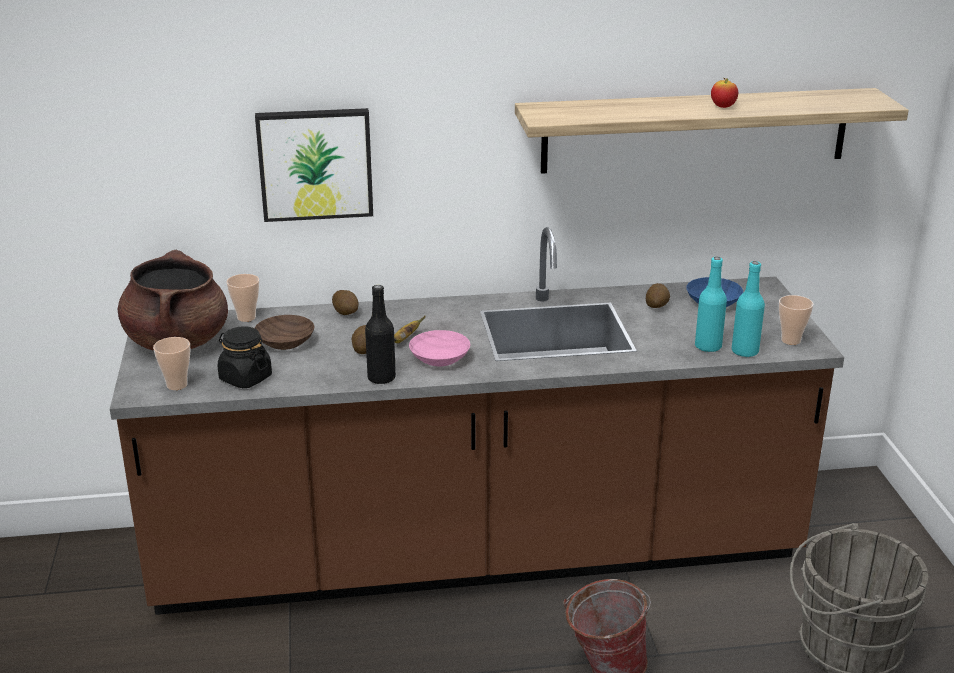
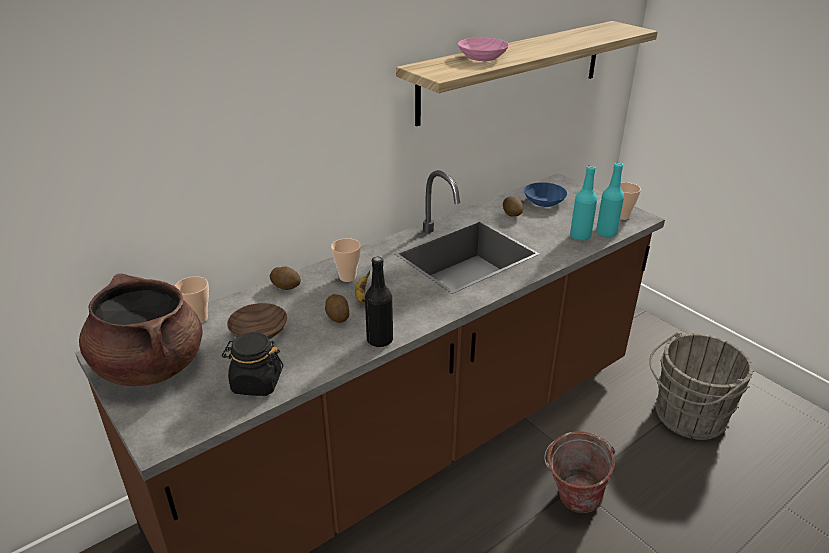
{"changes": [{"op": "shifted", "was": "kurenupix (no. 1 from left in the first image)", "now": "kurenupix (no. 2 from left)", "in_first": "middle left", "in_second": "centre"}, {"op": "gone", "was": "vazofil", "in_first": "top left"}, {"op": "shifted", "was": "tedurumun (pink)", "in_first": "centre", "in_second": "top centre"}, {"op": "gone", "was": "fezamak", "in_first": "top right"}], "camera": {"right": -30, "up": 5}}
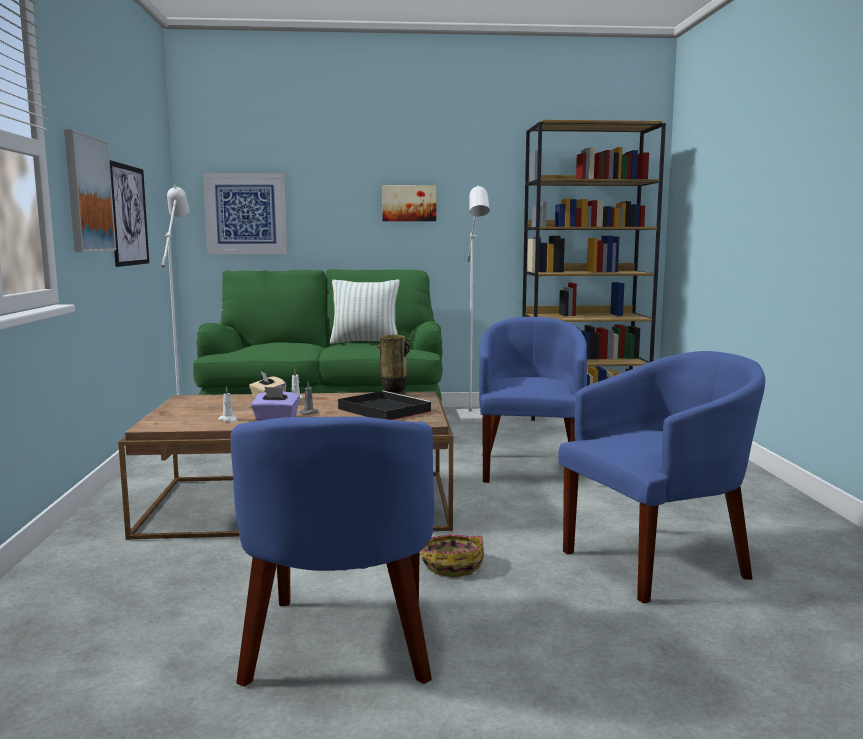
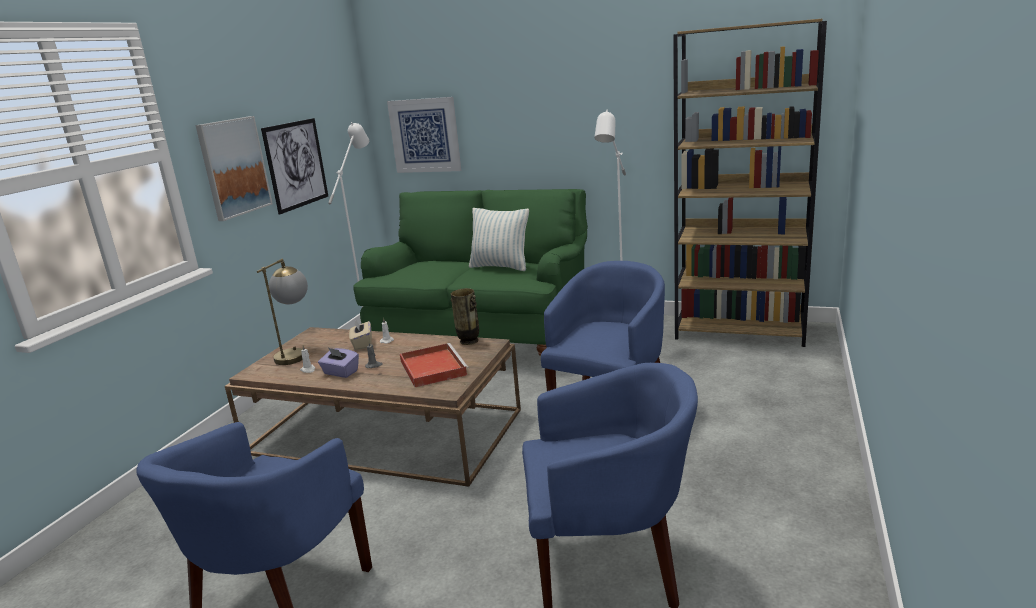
{"changes": [{"op": "repainted", "was": "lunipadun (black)", "now": "lunipadun (red)", "in_first": "centre", "in_second": "centre"}, {"op": "gone", "was": "vazofil (no. 4 from left)", "in_first": "top centre"}, {"op": "gone", "was": "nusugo", "in_first": "bottom centre"}, {"op": "new", "now": "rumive", "in_second": "middle left"}], "camera": {"right": 25, "up": 10}}
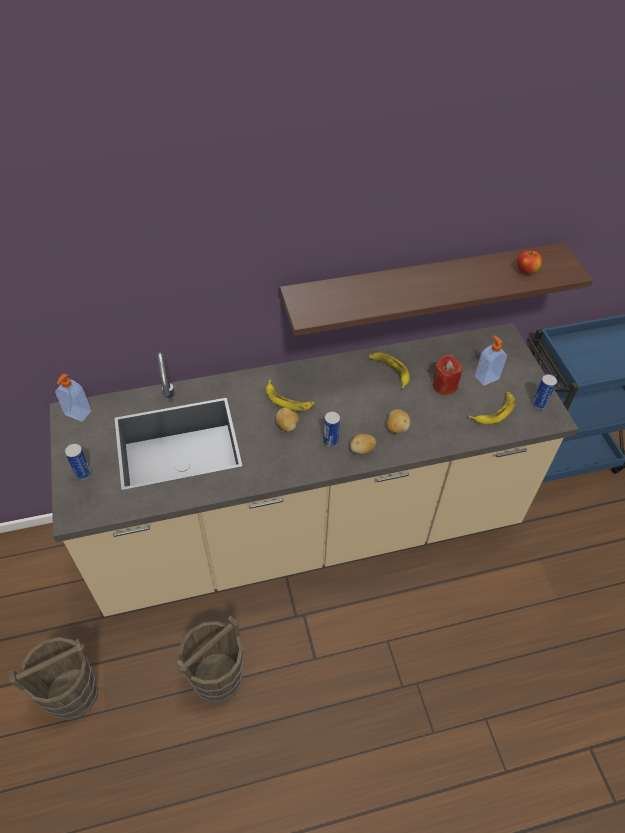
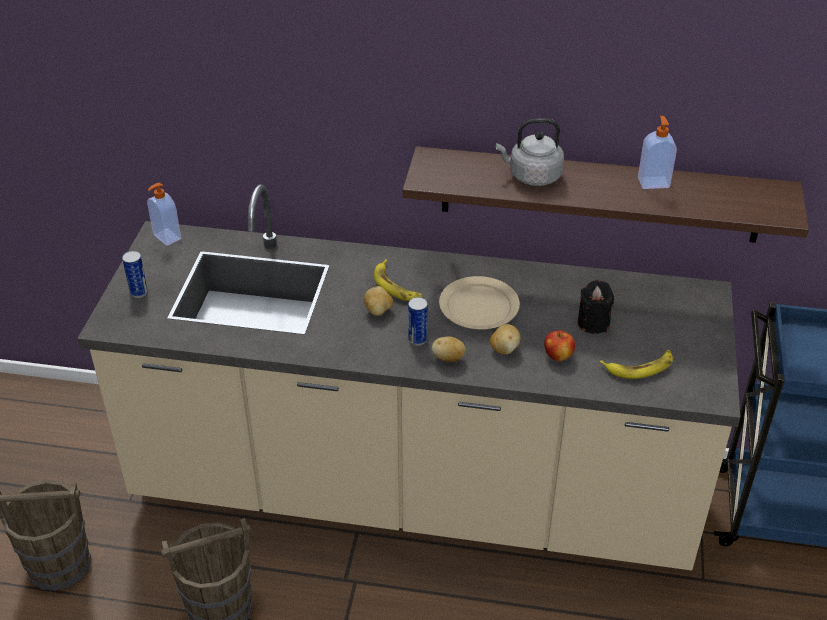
{"changes": [{"op": "gone", "was": "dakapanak (no. 2 from left)", "in_first": "centre"}, {"op": "repainted", "was": "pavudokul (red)", "now": "pavudokul (black)", "in_first": "middle right", "in_second": "middle right"}, {"op": "shifted", "was": "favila (no. 2 from left)", "in_first": "middle right", "in_second": "top right"}, {"op": "shifted", "was": "fezamak", "in_first": "top right", "in_second": "middle right"}, {"op": "gone", "was": "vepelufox (no. 3 from left)", "in_first": "middle right"}, {"op": "new", "now": "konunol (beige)", "in_second": "centre"}, {"op": "new", "now": "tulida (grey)", "in_second": "top centre"}], "camera": {"right": 25, "up": -10}}
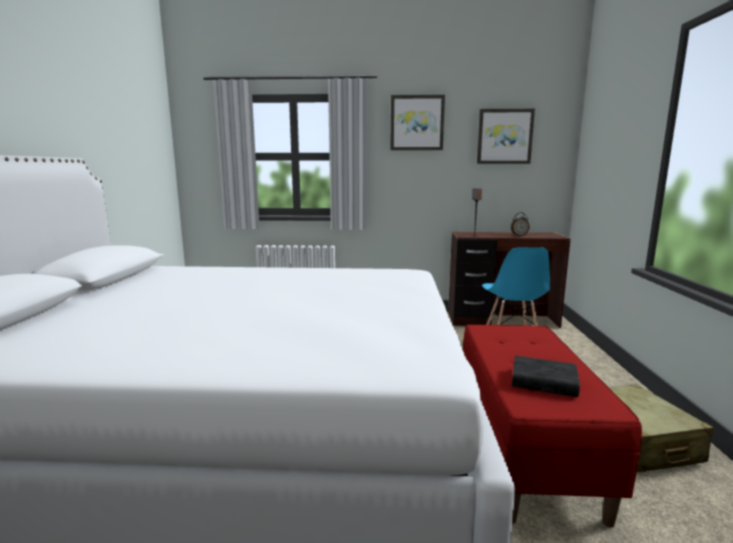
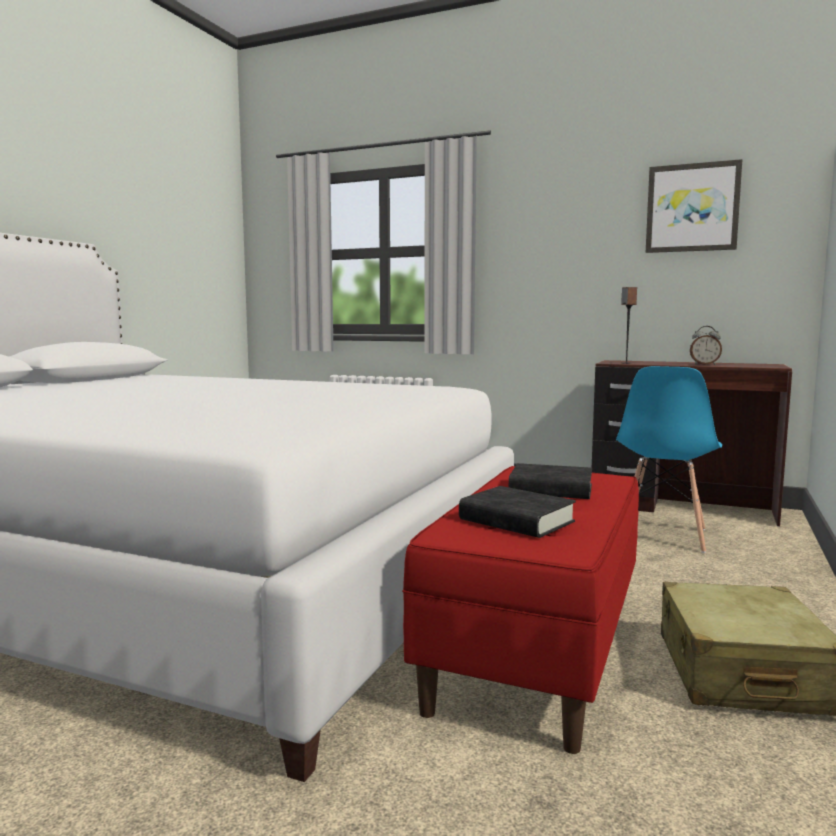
{"changes": [{"op": "gone", "was": "vazofil (no. 1 from left)", "in_first": "top centre"}, {"op": "new", "now": "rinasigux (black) (no. 2 from left)", "in_second": "centre"}], "camera": {"right": 20, "up": -5}}
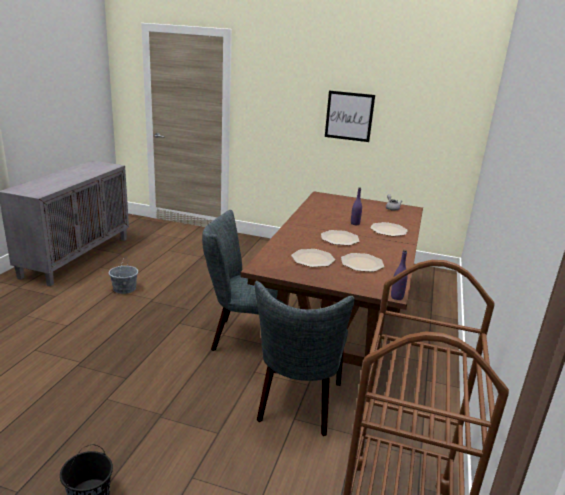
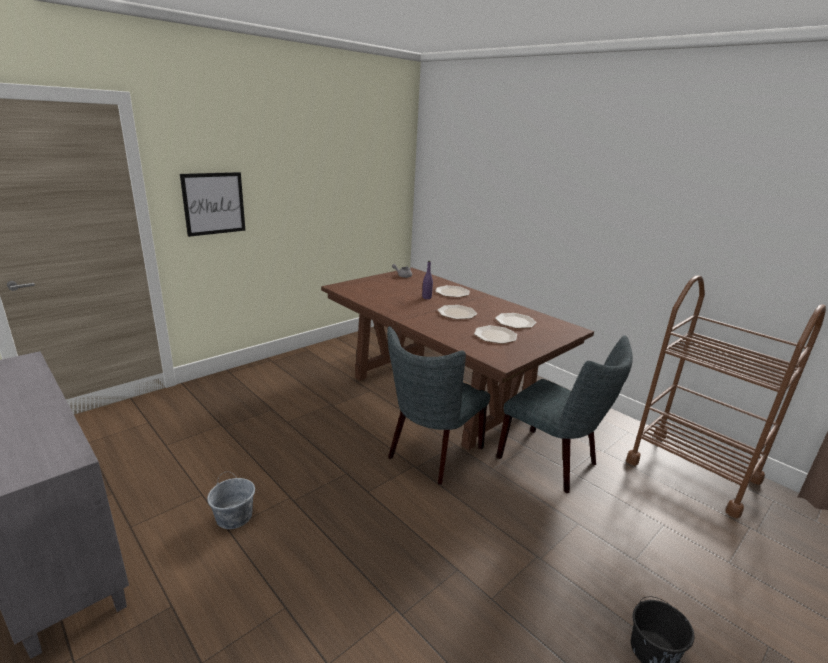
{"changes": [{"op": "shifted", "was": "vazofil", "in_first": "top centre", "in_second": "top left"}, {"op": "gone", "was": "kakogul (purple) (no. 2 from left)", "in_first": "middle right"}], "camera": {"right": -60, "up": 0}}
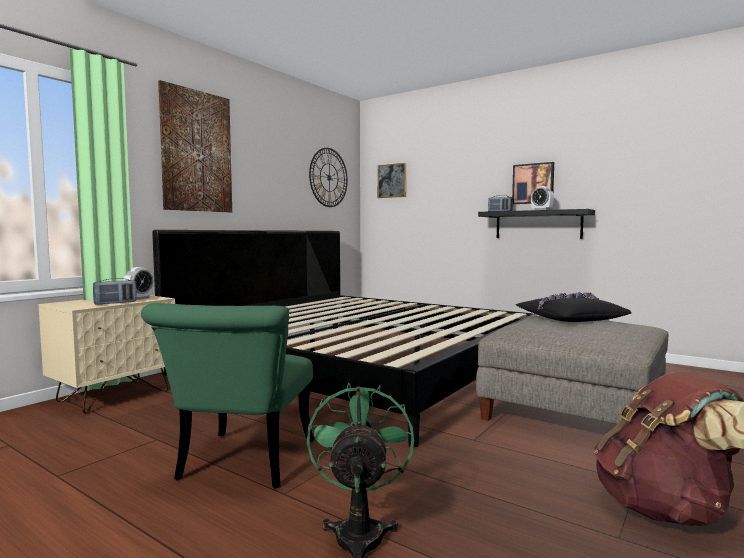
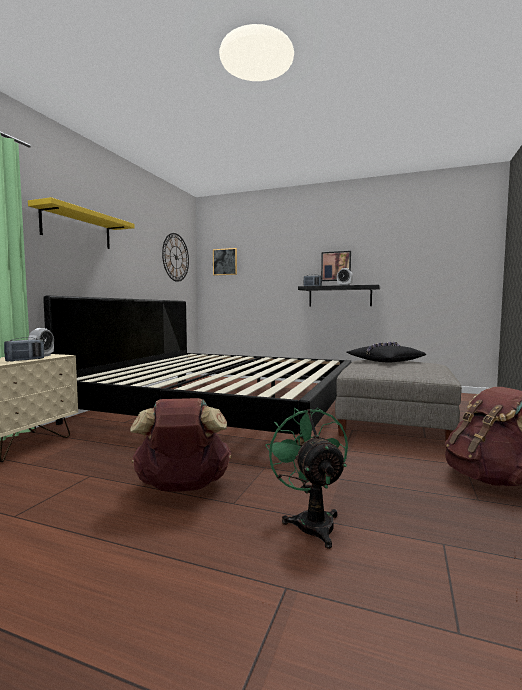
{"changes": [{"op": "swapped", "was": "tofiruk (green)", "now": "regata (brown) (no. 1 from left)", "in_first": "bottom left", "in_second": "centre"}, {"op": "swapped", "was": "vazofil (no. 1 from left)", "now": "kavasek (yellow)", "in_first": "top left", "in_second": "top left"}], "camera": {"right": -15, "up": 0}}
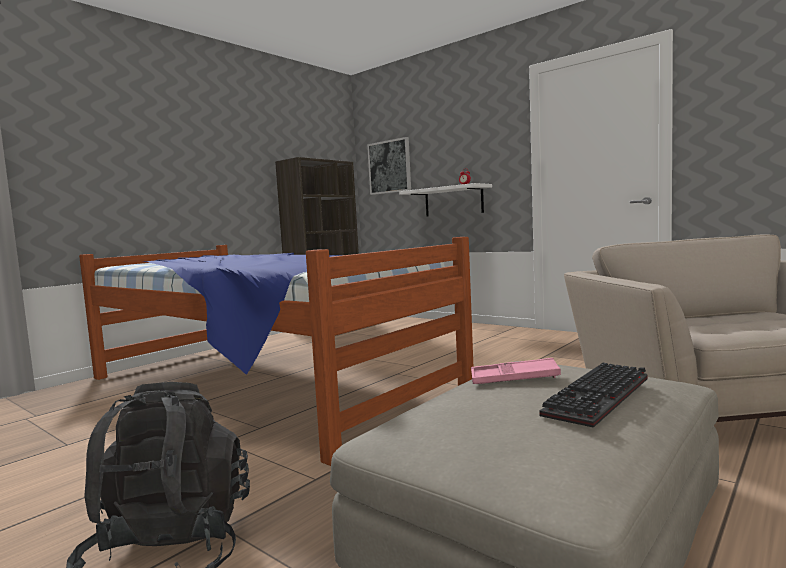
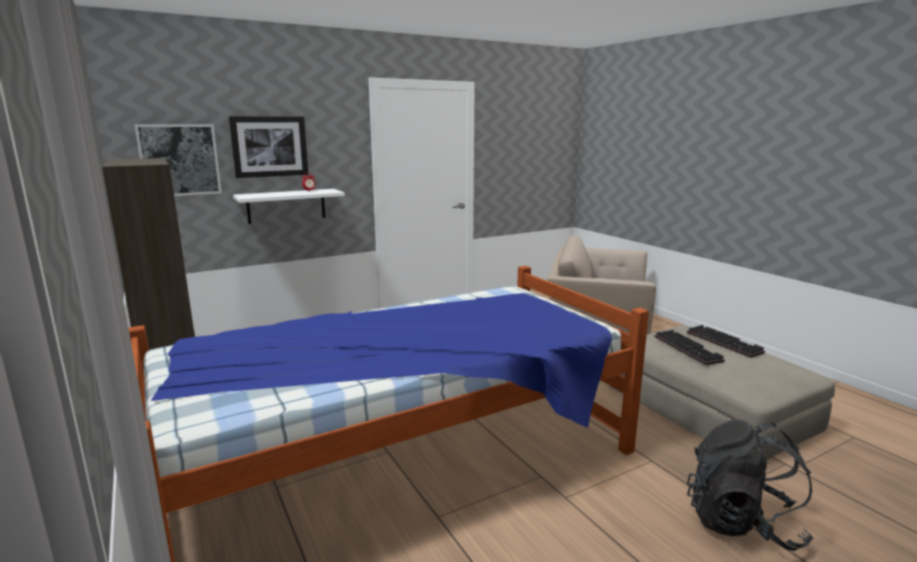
{"changes": [{"op": "swapped", "was": "lunipadun (pink)", "now": "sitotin (no. 1 from left)", "in_first": "centre", "in_second": "middle right"}, {"op": "new", "now": "vazofil (no. 2 from left)", "in_second": "top left"}], "camera": {"right": -70, "up": 10}}
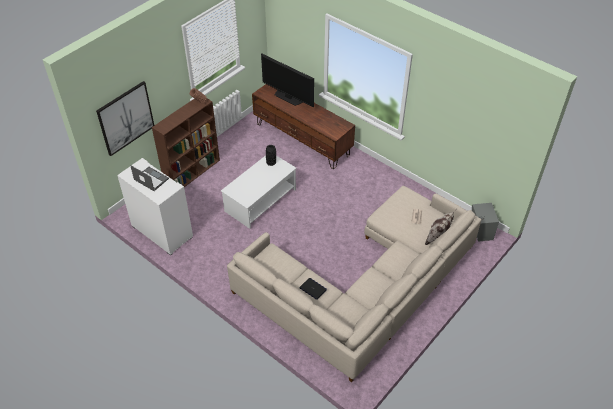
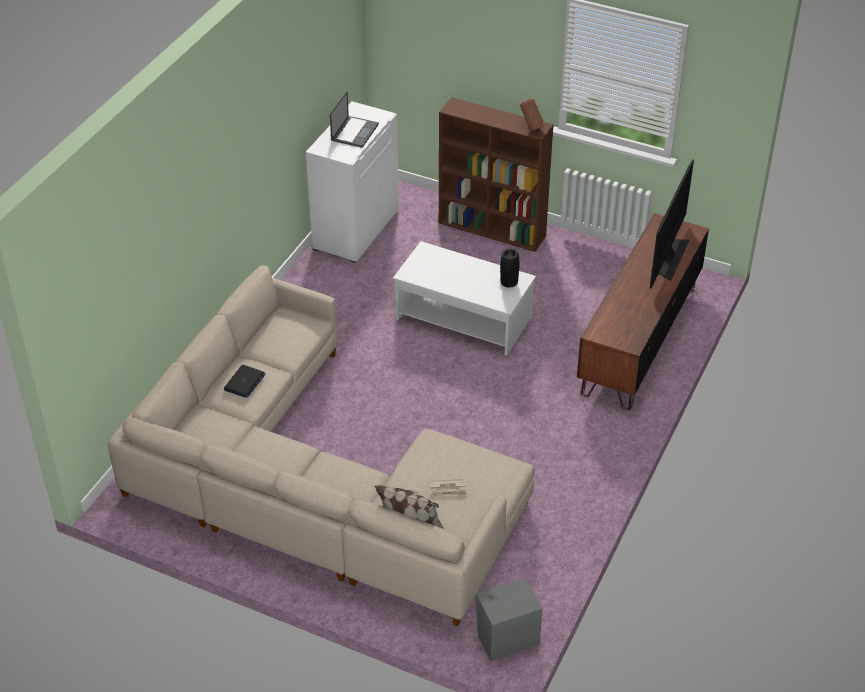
{"changes": [{"op": "gone", "was": "vazofil", "in_first": "top left"}], "camera": {"right": 75, "up": -5}}
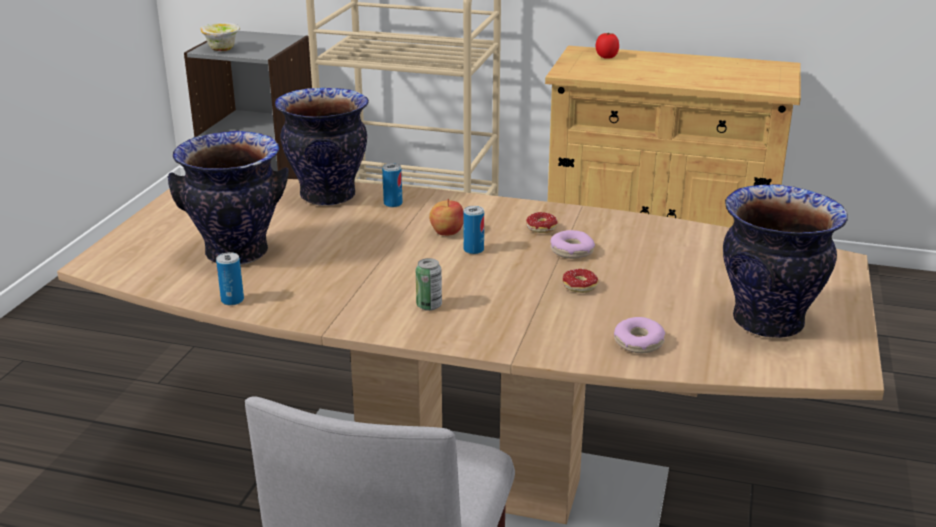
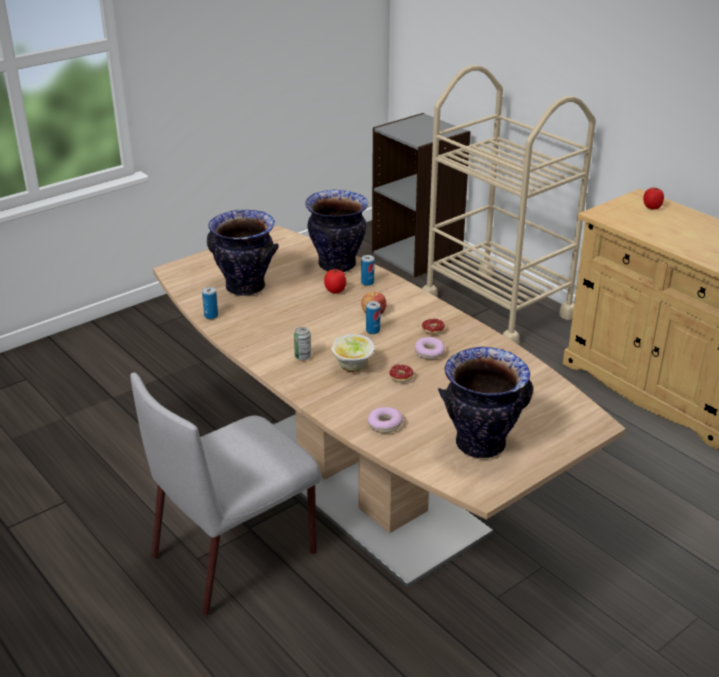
{"changes": [{"op": "shifted", "was": "tedurumun", "in_first": "top left", "in_second": "centre"}, {"op": "new", "now": "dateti (no. 1 from left)", "in_second": "centre"}], "camera": {"right": 35, "up": 5}}
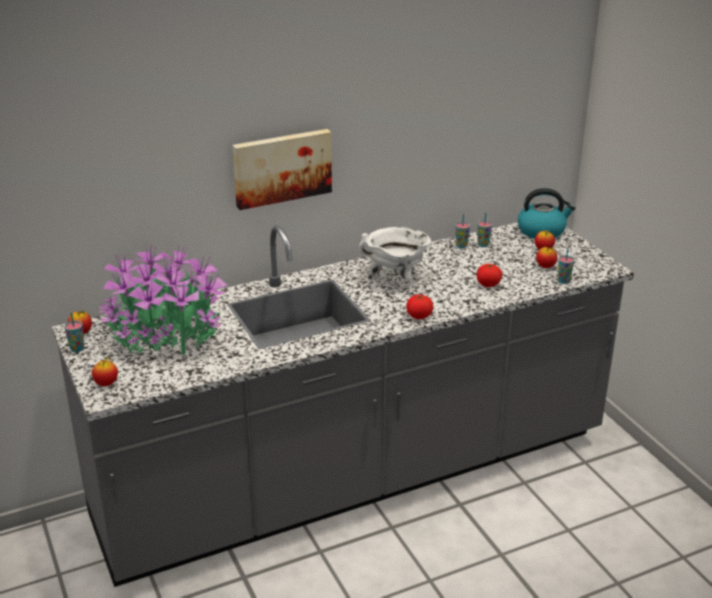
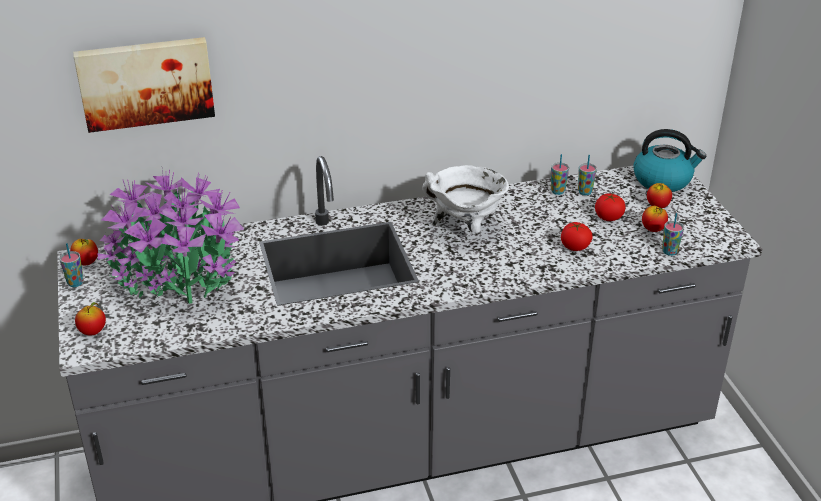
{"changes": [{"op": "shifted", "was": "vazofil", "in_first": "top centre", "in_second": "top left"}, {"op": "shifted", "was": "dateti (no. 1 from left in the first image)", "now": "dateti (no. 2 from left)", "in_first": "centre", "in_second": "middle right"}], "camera": {"right": 10, "up": 5}}
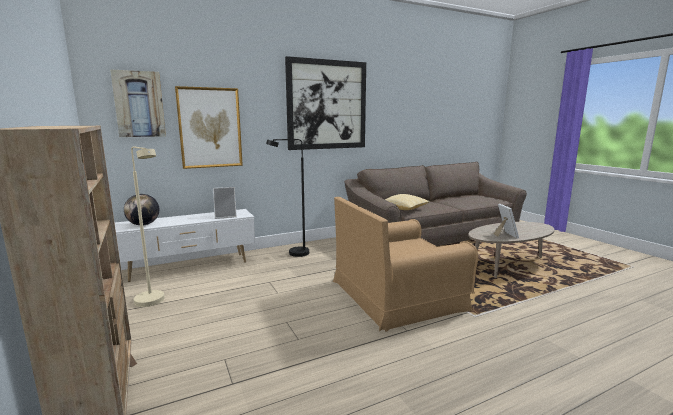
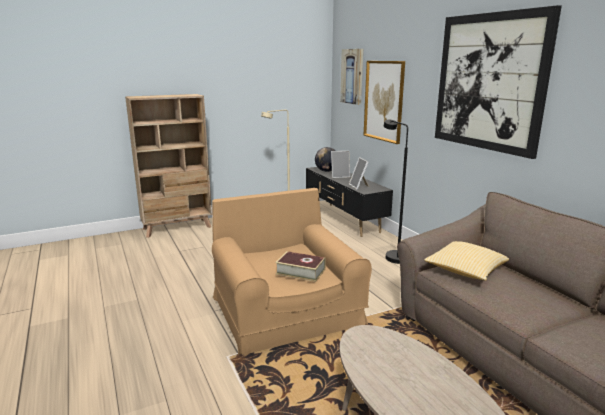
{"changes": [{"op": "repainted", "was": "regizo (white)", "now": "regizo (black)", "in_first": "middle left", "in_second": "centre"}, {"op": "shifted", "was": "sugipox (no. 2 from left in the first image)", "now": "sugipox (no. 1 from left)", "in_first": "middle right", "in_second": "centre"}, {"op": "new", "now": "rinasigux", "in_second": "centre"}], "camera": {"right": 90, "up": 5}}
